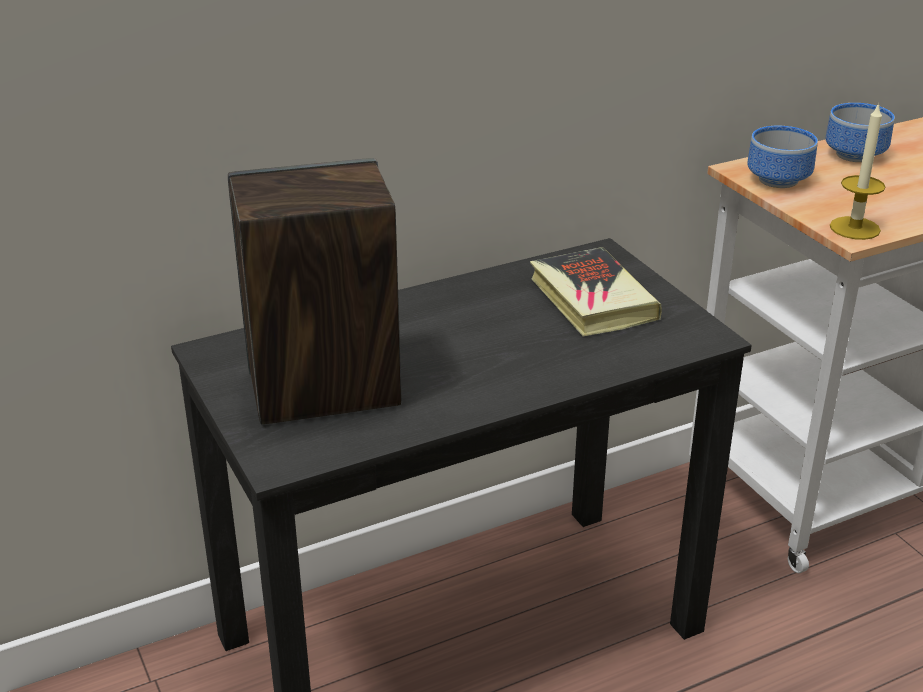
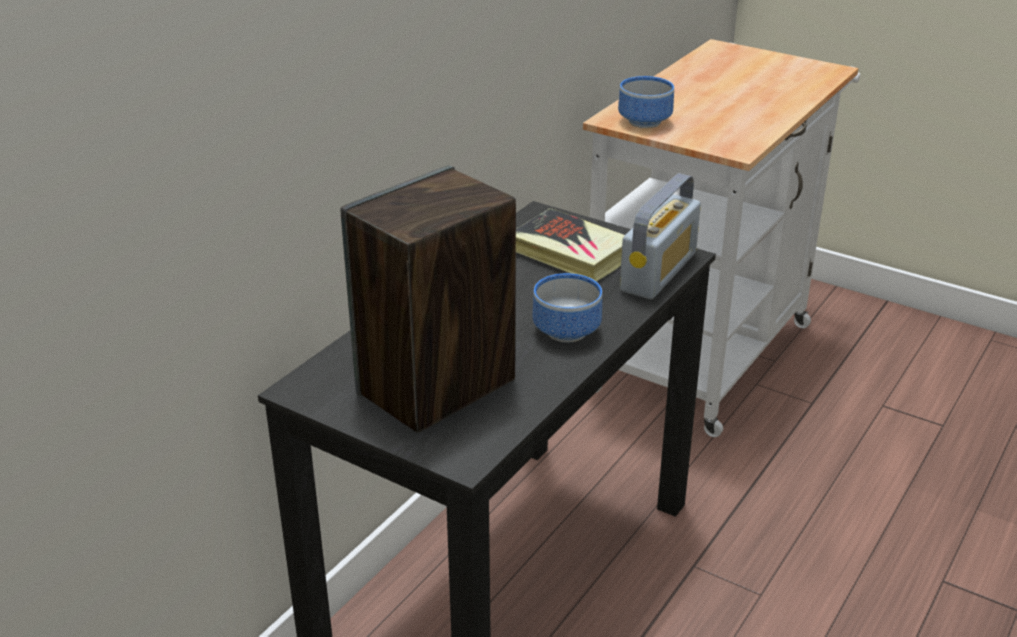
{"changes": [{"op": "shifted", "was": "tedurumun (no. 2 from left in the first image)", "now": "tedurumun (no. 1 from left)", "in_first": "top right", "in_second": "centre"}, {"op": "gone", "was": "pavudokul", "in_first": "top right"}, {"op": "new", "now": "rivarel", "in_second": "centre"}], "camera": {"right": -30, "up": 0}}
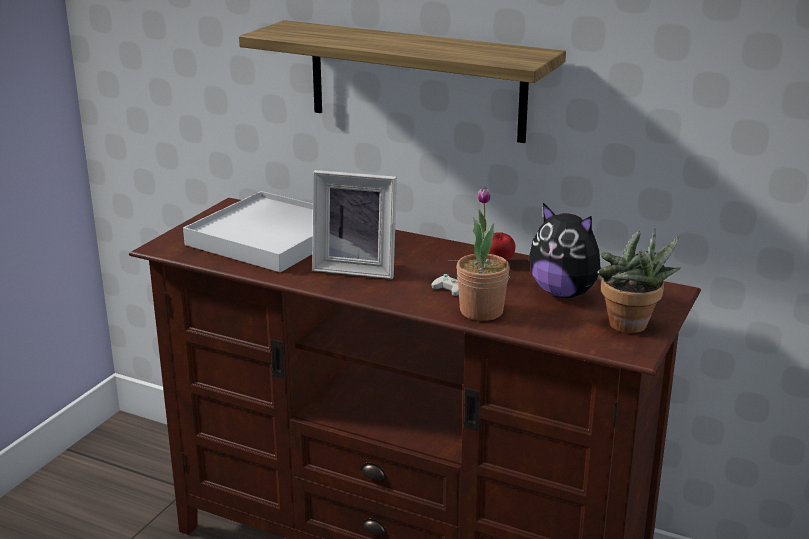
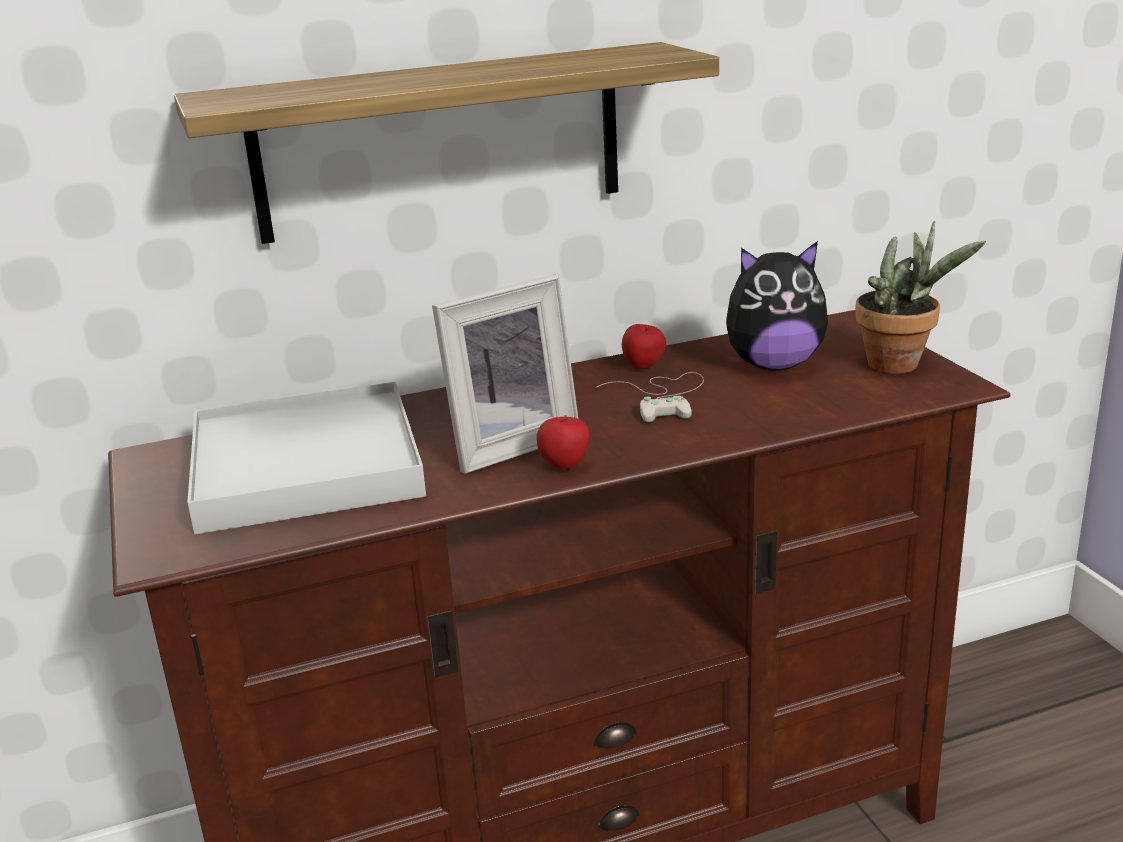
{"changes": [{"op": "gone", "was": "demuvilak (no. 1 from left)", "in_first": "centre"}, {"op": "new", "now": "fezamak (no. 1 from left)", "in_second": "centre"}], "camera": {"right": -45, "up": 0}}
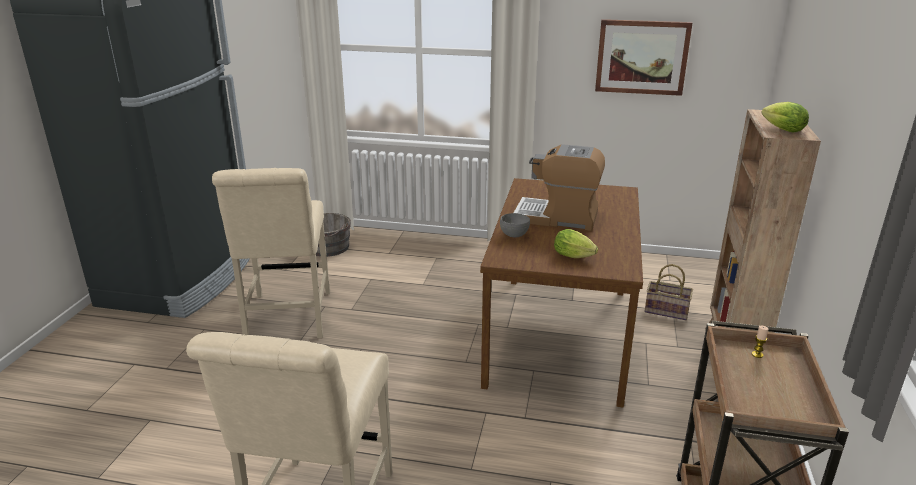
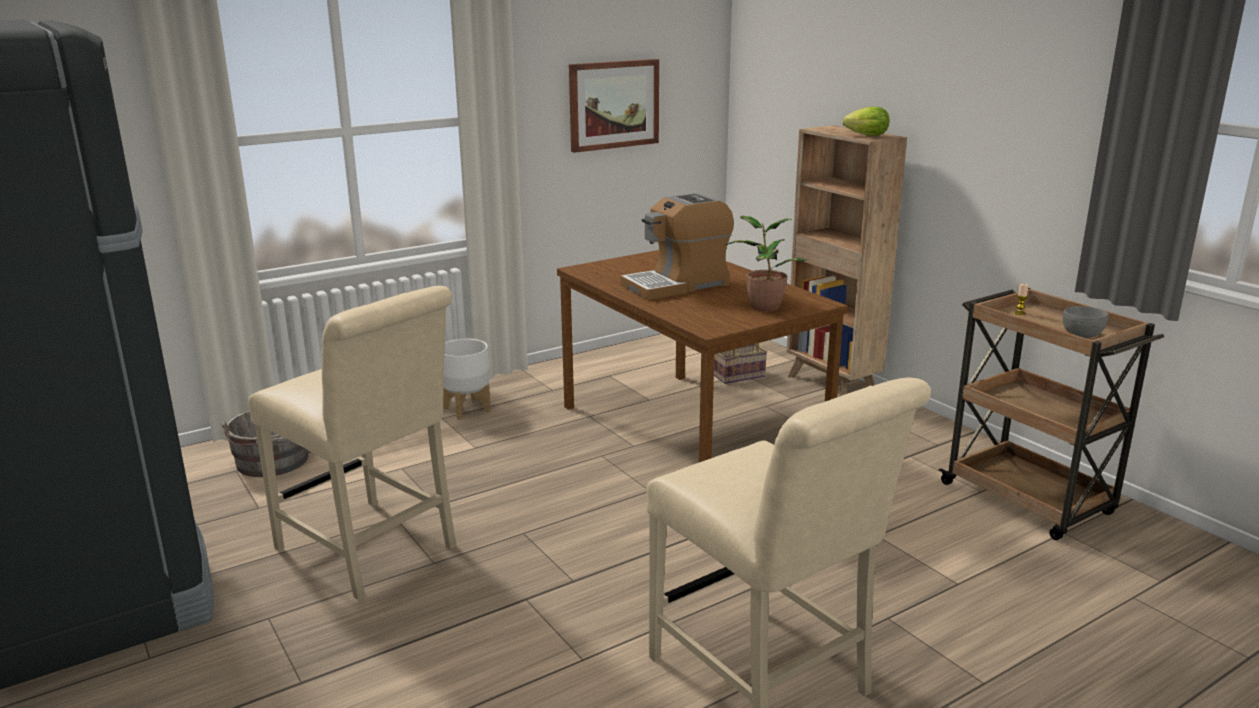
{"changes": [{"op": "shifted", "was": "tedurumun (grey)", "in_first": "centre", "in_second": "middle right"}, {"op": "swapped", "was": "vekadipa (no. 1 from left)", "now": "demuvilak", "in_first": "centre", "in_second": "centre"}, {"op": "new", "now": "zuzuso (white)", "in_second": "centre"}], "camera": {"right": -45, "up": -5}}
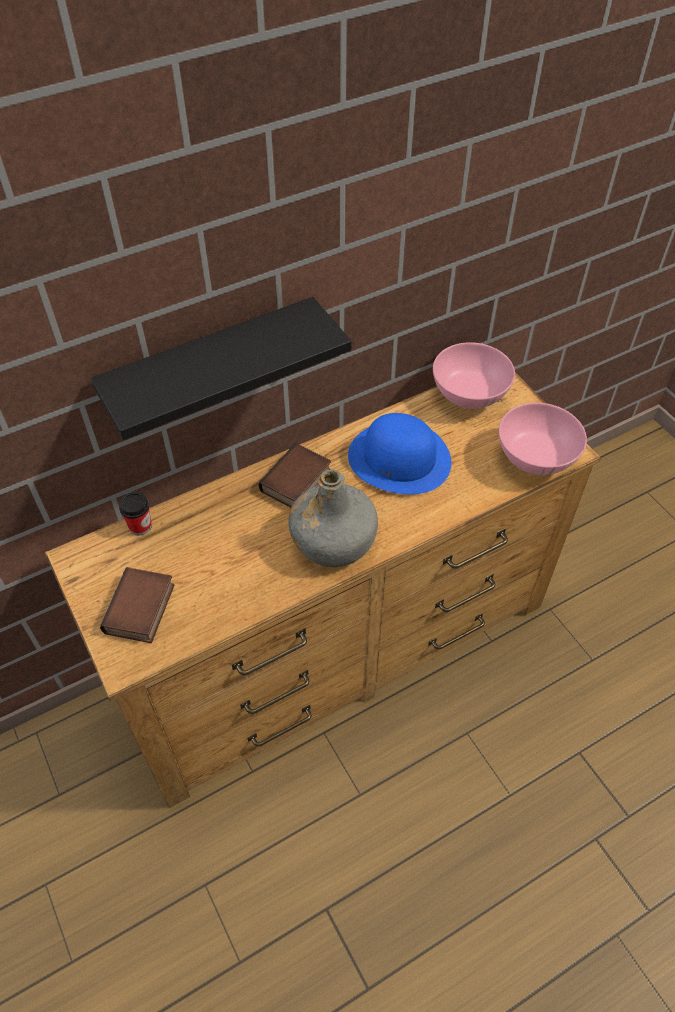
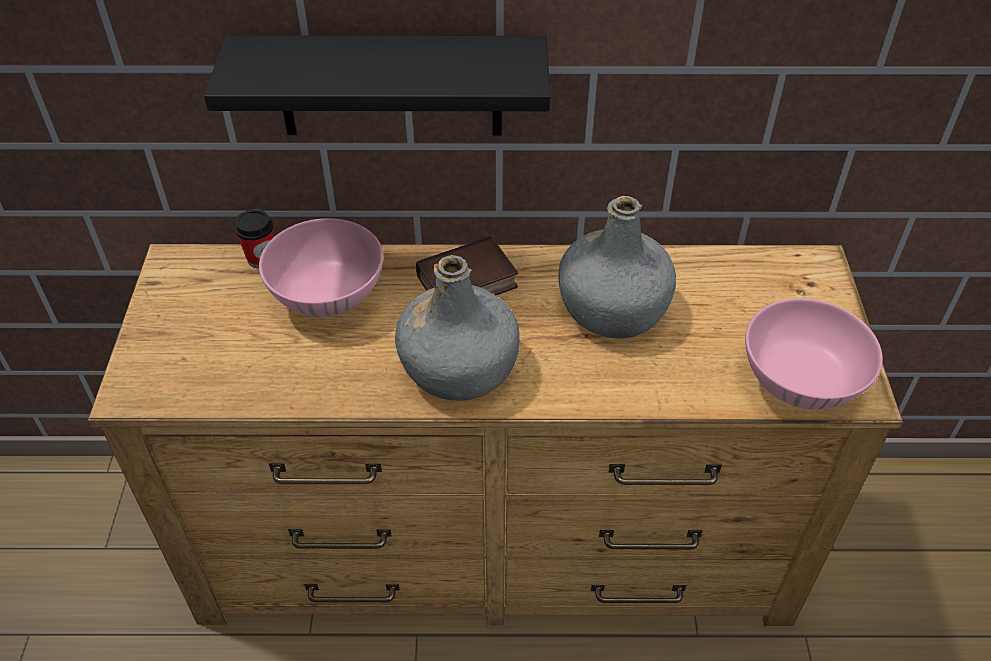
{"changes": [{"op": "gone", "was": "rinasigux (no. 1 from left)", "in_first": "middle left"}, {"op": "swapped", "was": "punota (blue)", "now": "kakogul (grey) (no. 2 from left)", "in_first": "centre", "in_second": "centre"}, {"op": "shifted", "was": "tedurumun (pink) (no. 1 from left)", "in_first": "middle right", "in_second": "middle left"}], "camera": {"right": 30, "up": -5}}
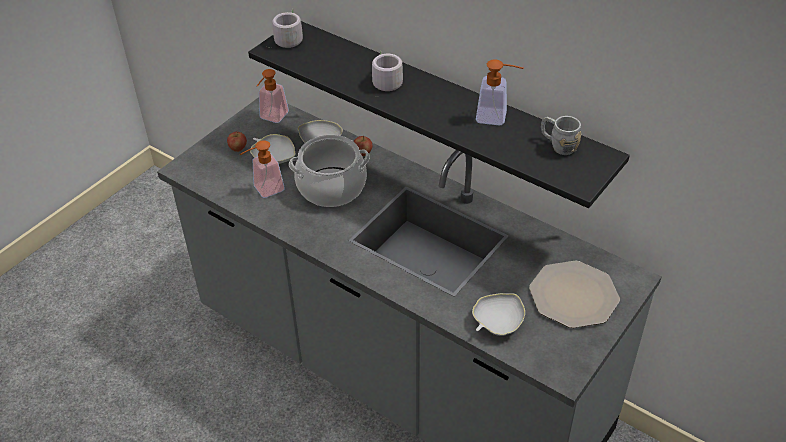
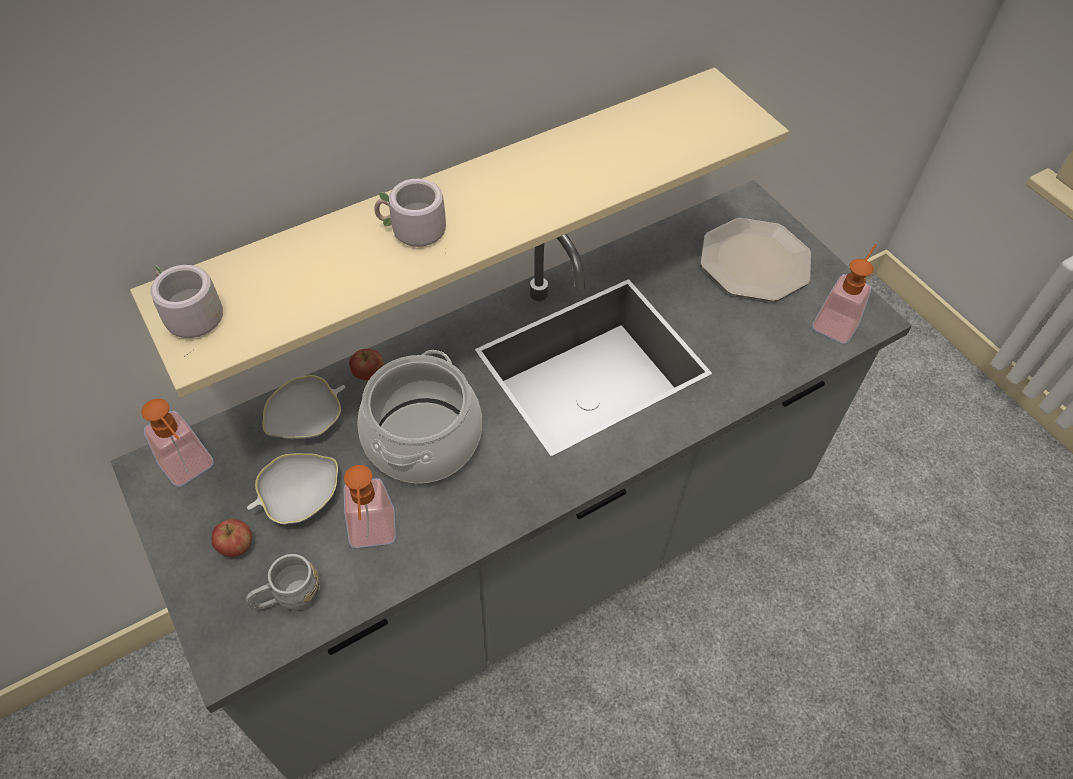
{"changes": [{"op": "repainted", "was": "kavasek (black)", "now": "kavasek (beige)", "in_first": "top centre", "in_second": "top centre"}, {"op": "gone", "was": "tedurumun (white) (no. 3 from left)", "in_first": "bottom centre"}, {"op": "shifted", "was": "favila (no. 3 from left)", "in_first": "top centre", "in_second": "middle right"}, {"op": "shifted", "was": "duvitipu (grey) (no. 3 from left in the first image)", "now": "duvitipu (grey) (no. 2 from left)", "in_first": "top right", "in_second": "bottom left"}], "camera": {"right": -70, "up": 10}}
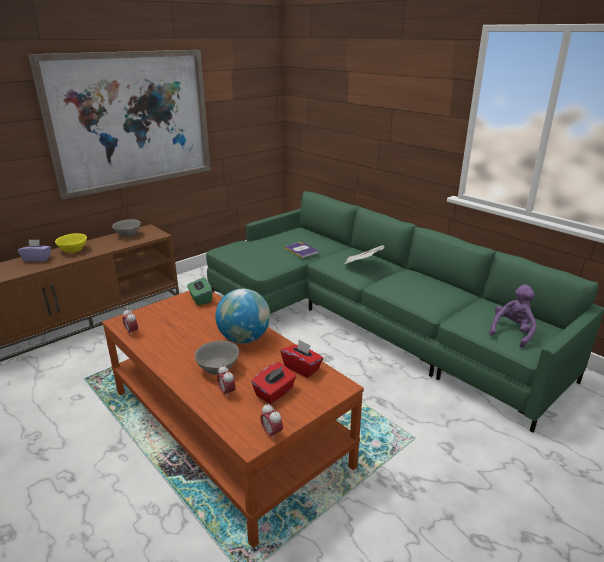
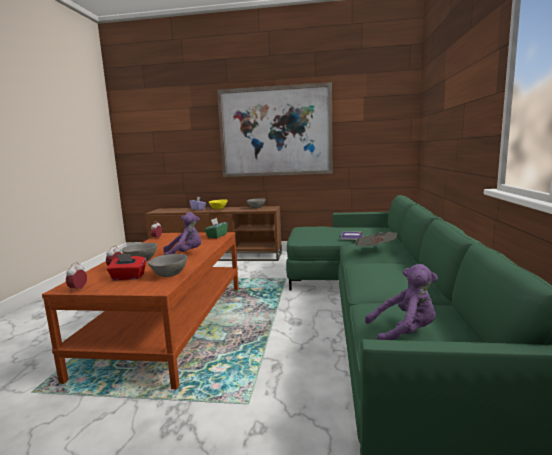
{"changes": [{"op": "swapped", "was": "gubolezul", "now": "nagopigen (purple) (no. 1 from left)", "in_first": "centre", "in_second": "middle left"}, {"op": "swapped", "was": "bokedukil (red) (no. 2 from left)", "now": "tedurumun (grey) (no. 2 from left)", "in_first": "centre", "in_second": "middle left"}], "camera": {"right": 50, "up": -15}}
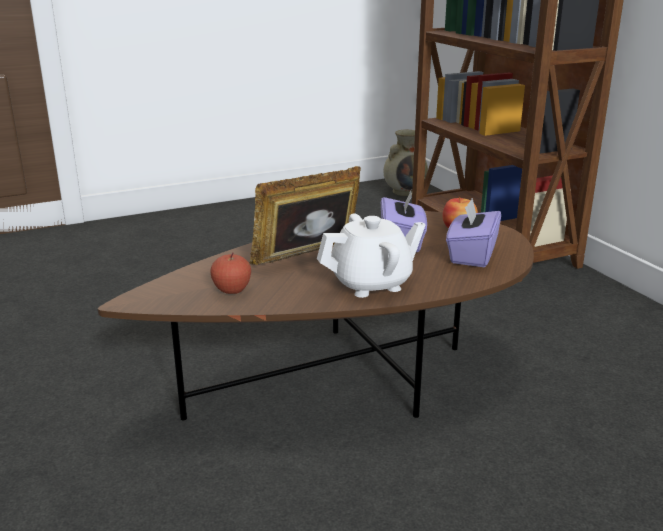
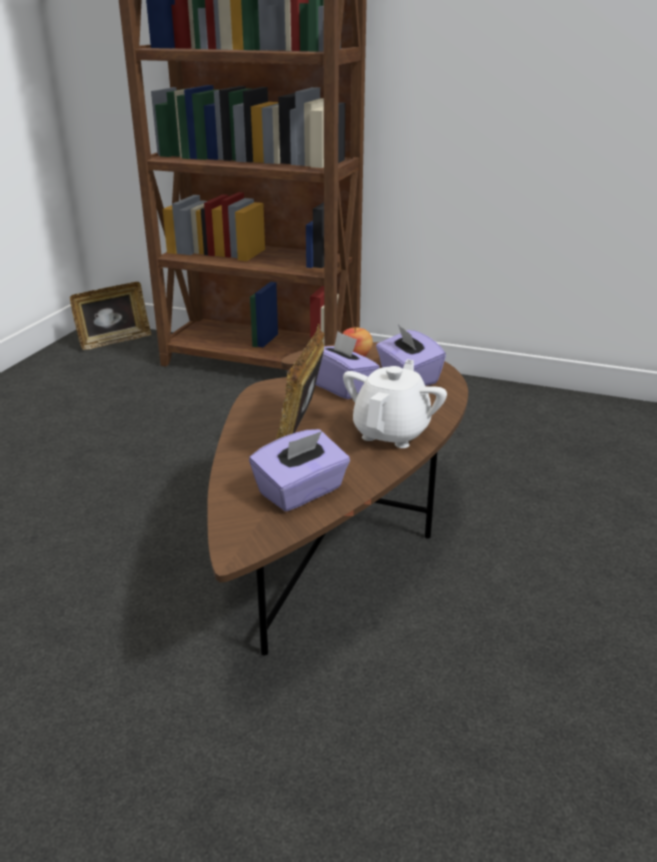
{"changes": [{"op": "swapped", "was": "fezamak (no. 1 from left)", "now": "bokedukil (purple) (no. 1 from left)", "in_first": "centre", "in_second": "centre"}, {"op": "swapped", "was": "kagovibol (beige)", "now": "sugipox (no. 1 from left)", "in_first": "top centre", "in_second": "middle left"}], "camera": {"right": -45, "up": 5}}
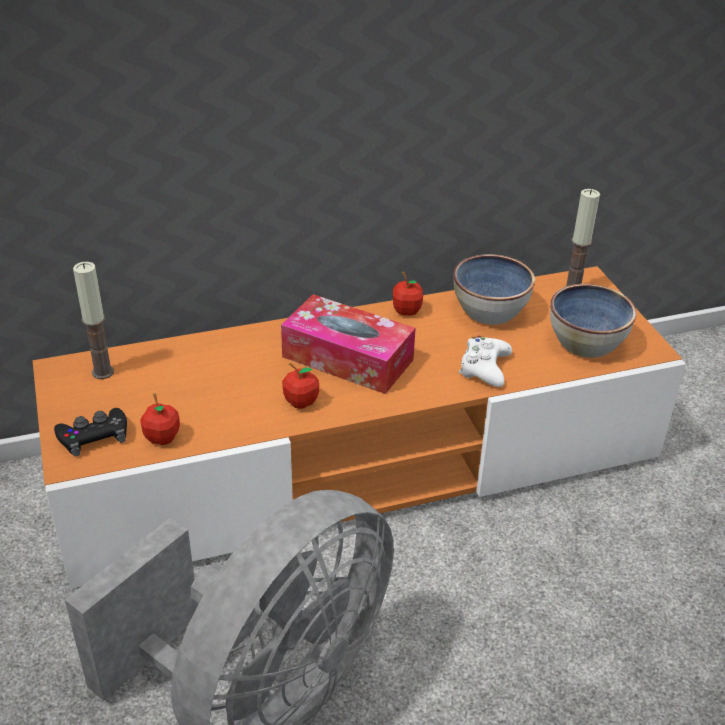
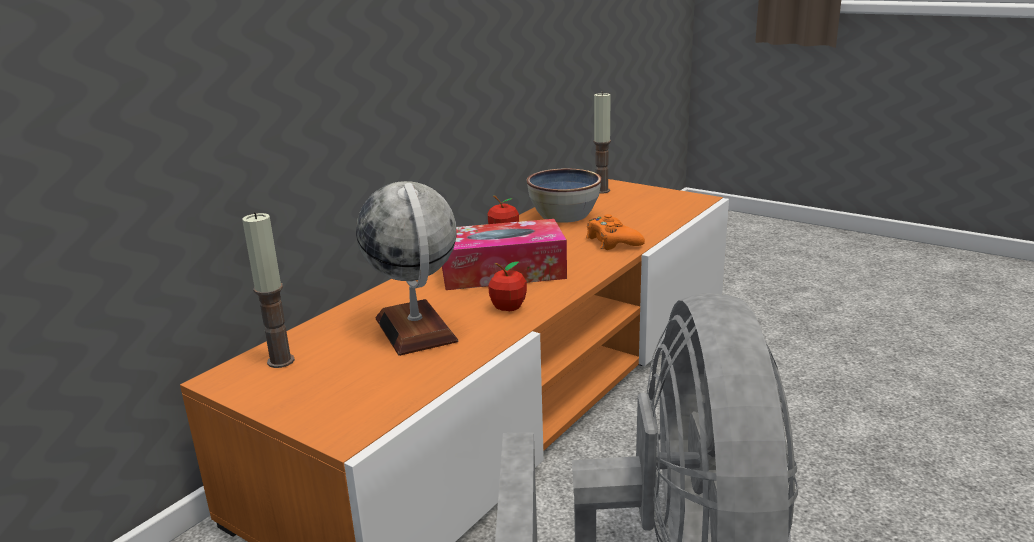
{"changes": [{"op": "gone", "was": "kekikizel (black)", "in_first": "middle left"}, {"op": "gone", "was": "fezamak (no. 1 from left)", "in_first": "middle left"}, {"op": "repainted", "was": "kekikizel (white)", "now": "kekikizel (orange)", "in_first": "middle right", "in_second": "centre"}, {"op": "gone", "was": "tedurumun (no. 2 from left)", "in_first": "middle right"}, {"op": "new", "now": "gubolezul", "in_second": "centre"}], "camera": {"right": -35, "up": -15}}
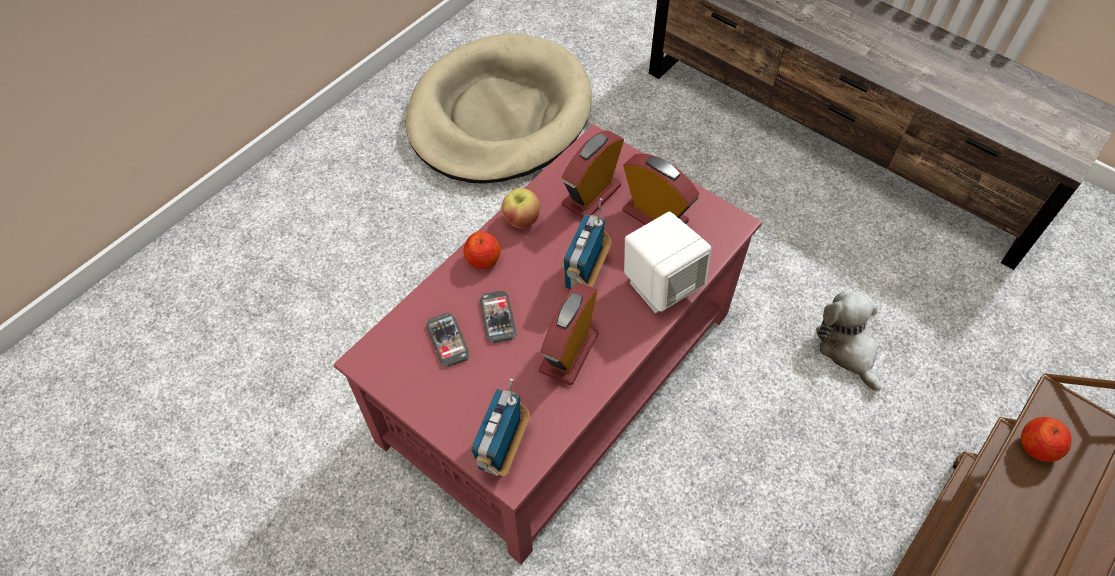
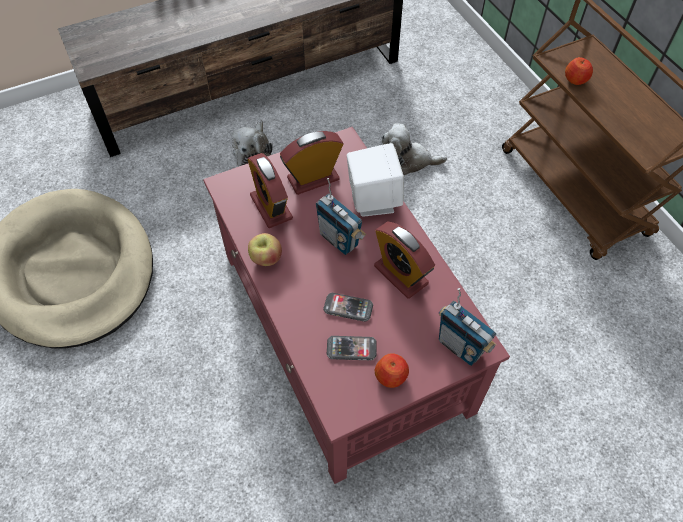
{"changes": [{"op": "shifted", "was": "fezamak (no. 1 from left in the first image)", "now": "fezamak (no. 2 from left)", "in_first": "centre", "in_second": "bottom centre"}, {"op": "new", "now": "nagopigen (no. 1 from left)", "in_second": "top centre"}], "camera": {"right": -65, "up": 0}}
